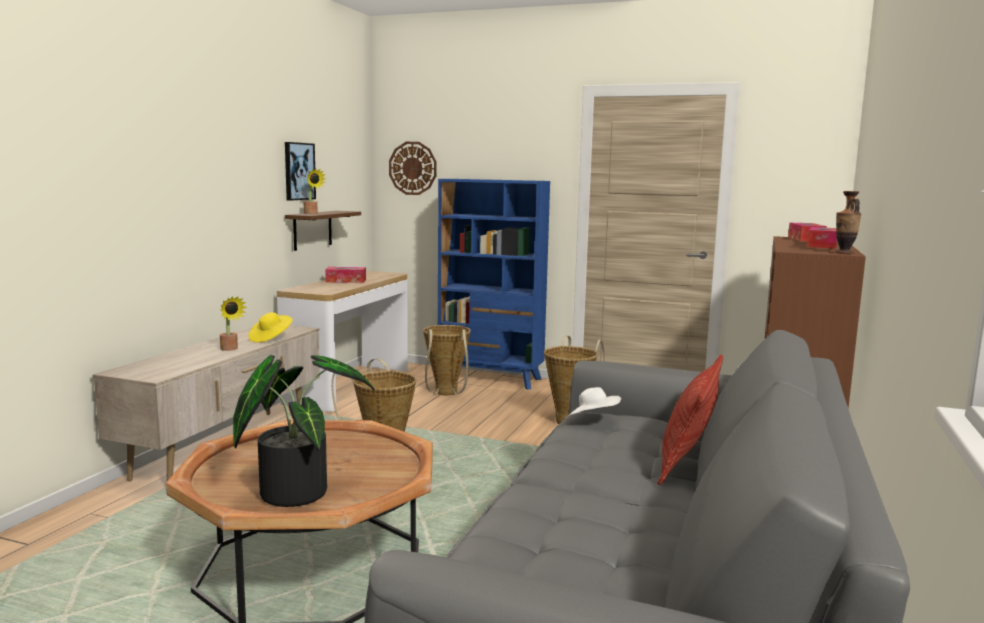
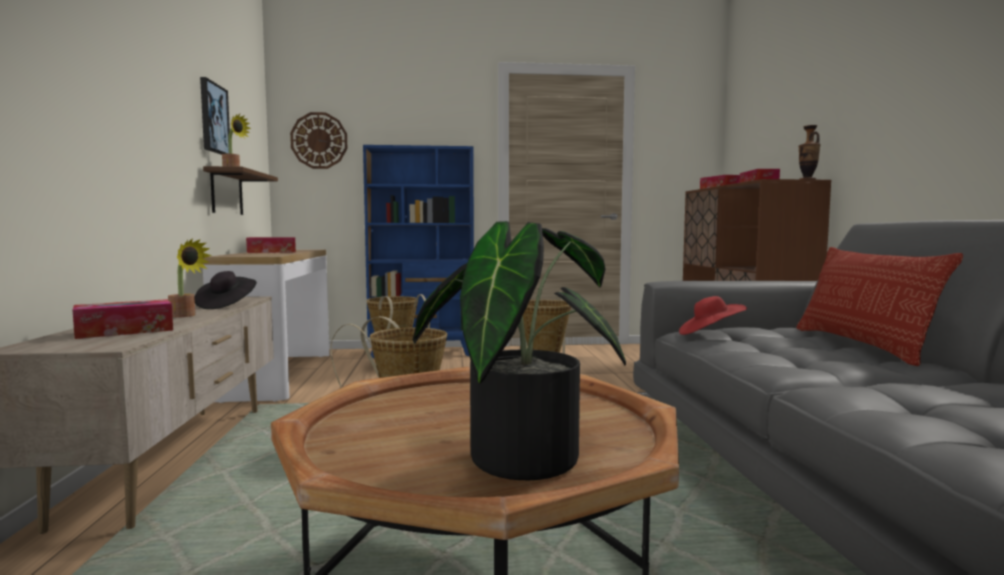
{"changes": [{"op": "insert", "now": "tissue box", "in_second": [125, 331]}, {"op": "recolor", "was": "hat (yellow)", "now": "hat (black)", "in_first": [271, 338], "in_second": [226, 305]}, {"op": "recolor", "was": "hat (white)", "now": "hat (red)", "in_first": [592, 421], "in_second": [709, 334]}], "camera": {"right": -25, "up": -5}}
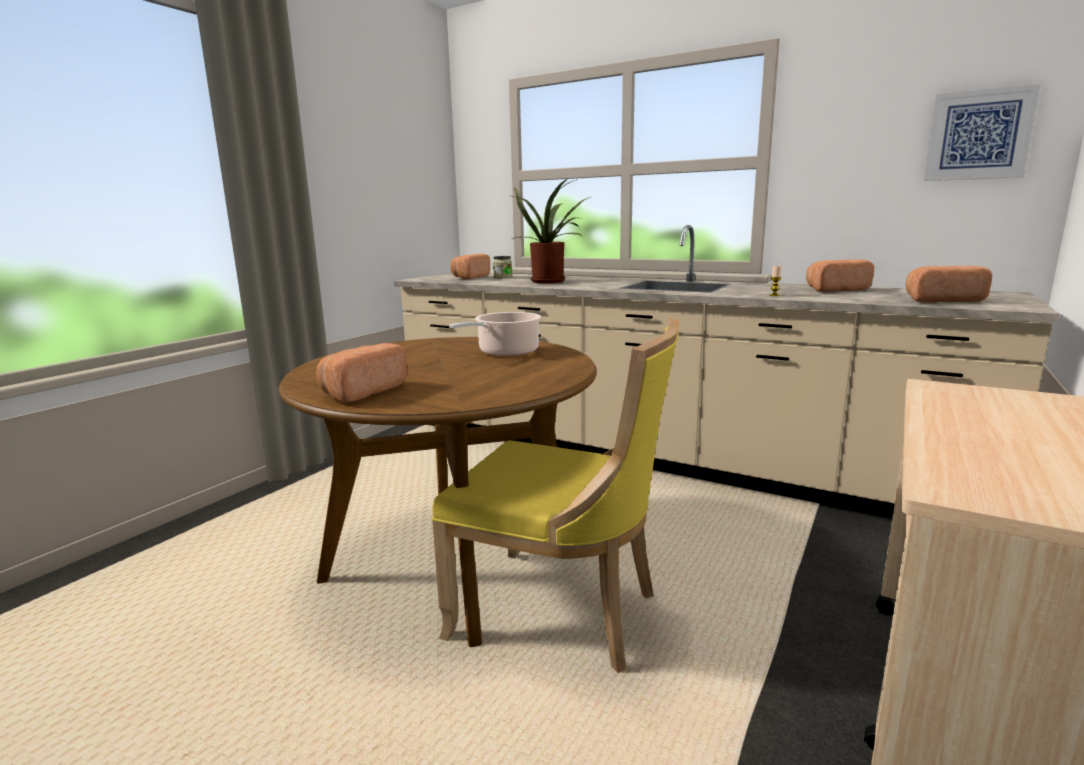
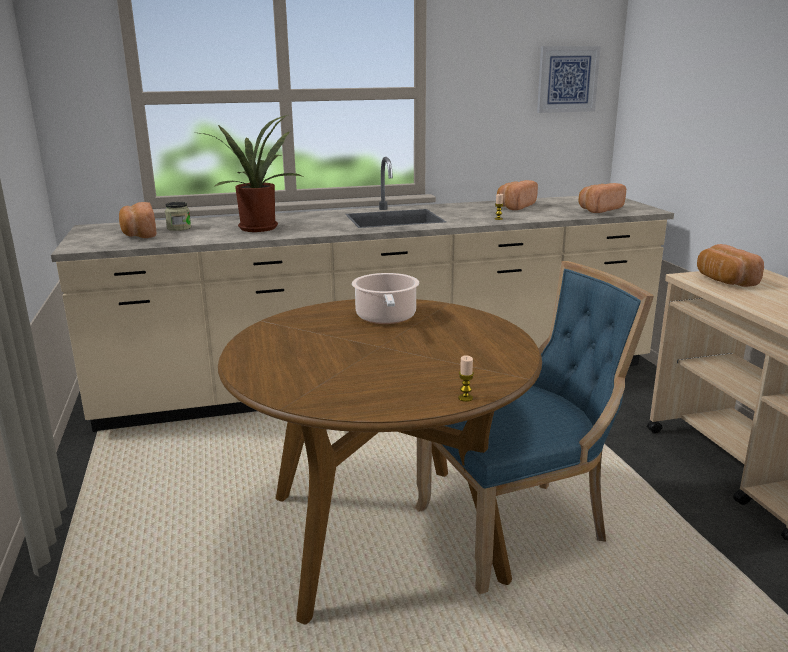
{"changes": [{"op": "insert", "now": "candle", "in_second": [465, 398]}, {"op": "move", "was": "bread", "in_first": [361, 392], "in_second": [723, 280]}, {"op": "recolor", "was": "chair (yellow)", "now": "chair (blue)", "in_first": [563, 612], "in_second": [518, 527]}], "camera": {"right": -45, "up": 5}}
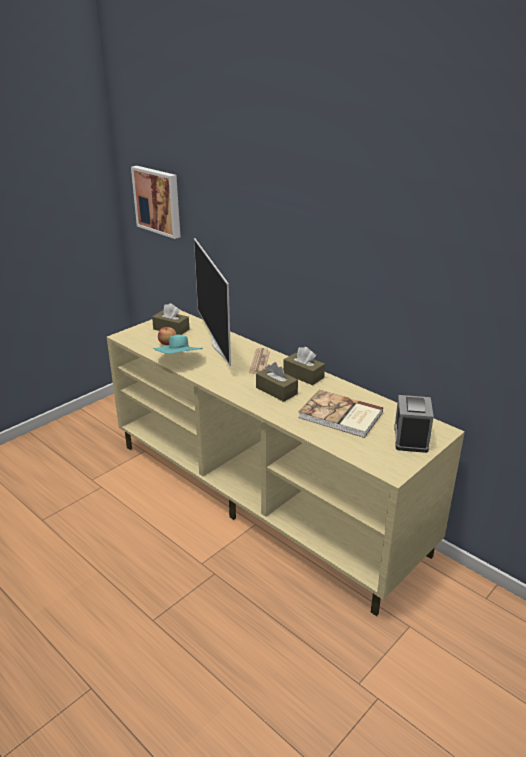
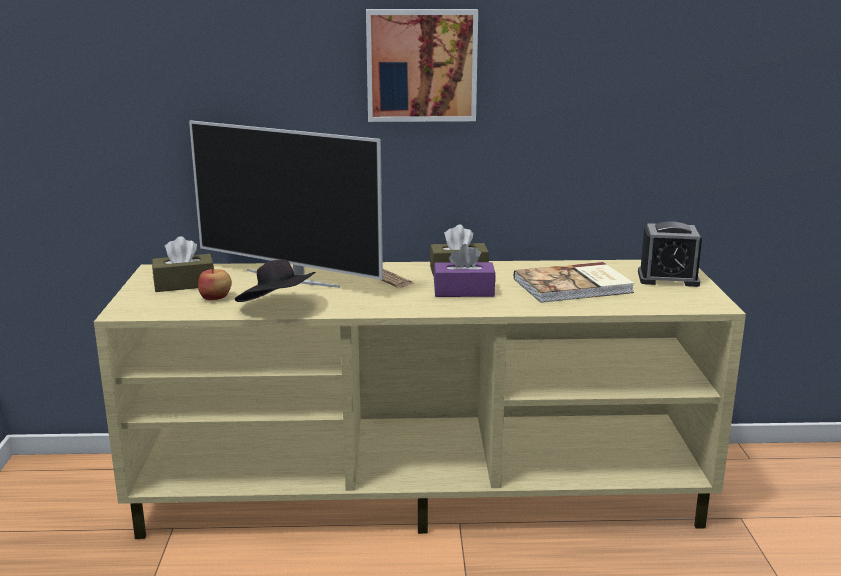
{"changes": [{"op": "move", "was": "picture", "in_first": [158, 201], "in_second": [421, 65]}, {"op": "recolor", "was": "hat (turquoise)", "now": "hat (black)", "in_first": [179, 361], "in_second": [278, 307]}, {"op": "recolor", "was": "tissue box (brown)", "now": "tissue box (purple)", "in_first": [276, 391], "in_second": [463, 291]}, {"op": "rotate", "was": "alarm clock", "in_first": [410, 438], "in_second": [668, 278], "clockwise": -45}], "camera": {"right": -45, "up": -10}}
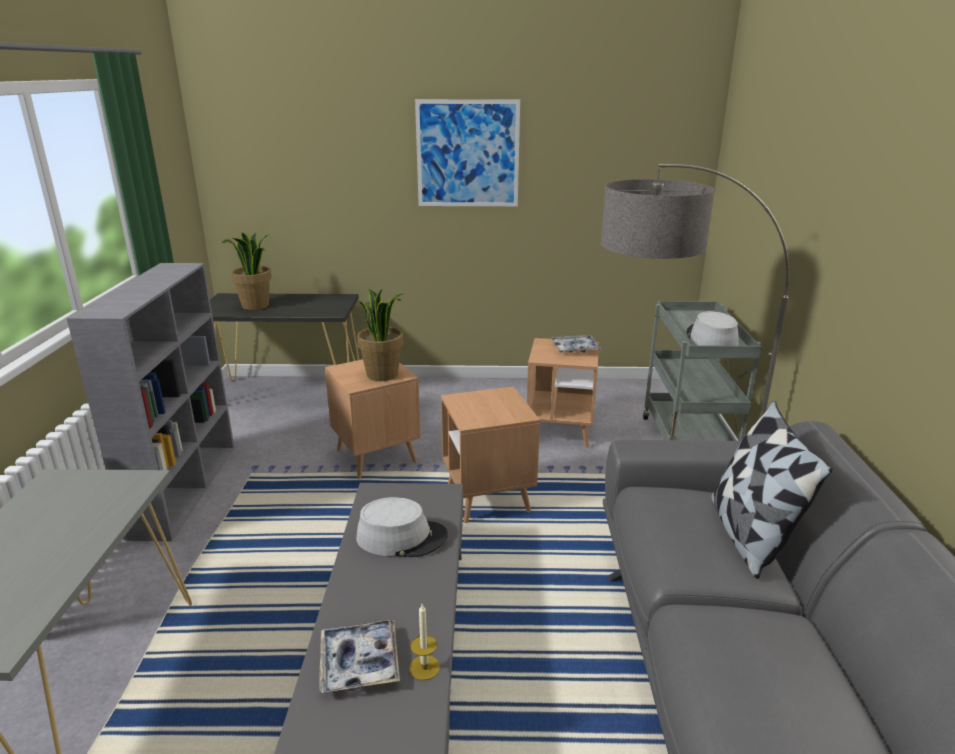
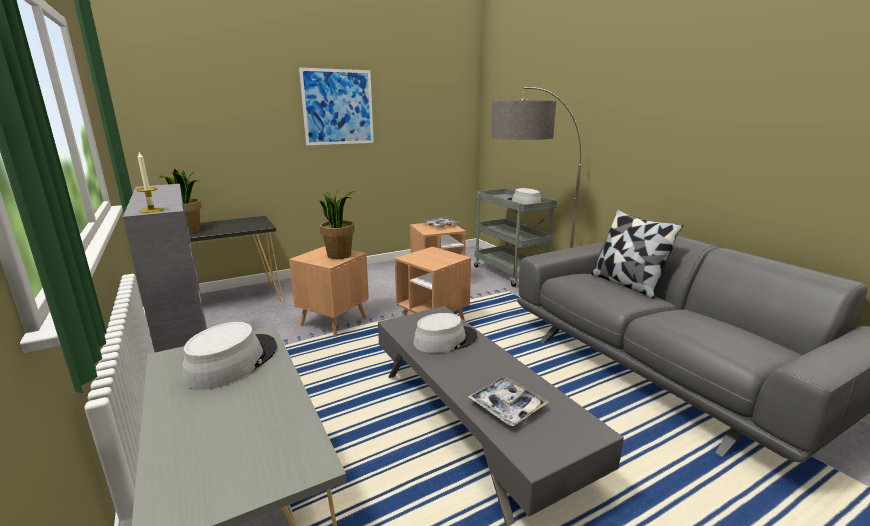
{"changes": [{"op": "insert", "now": "hat (grey)", "in_second": [232, 362]}, {"op": "move", "was": "candle", "in_first": [424, 667], "in_second": [151, 210]}], "camera": {"right": -30, "up": -5}}
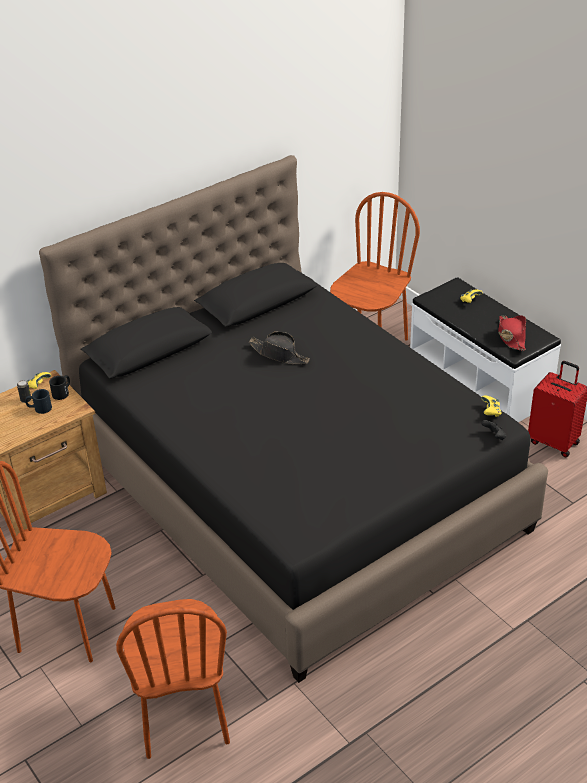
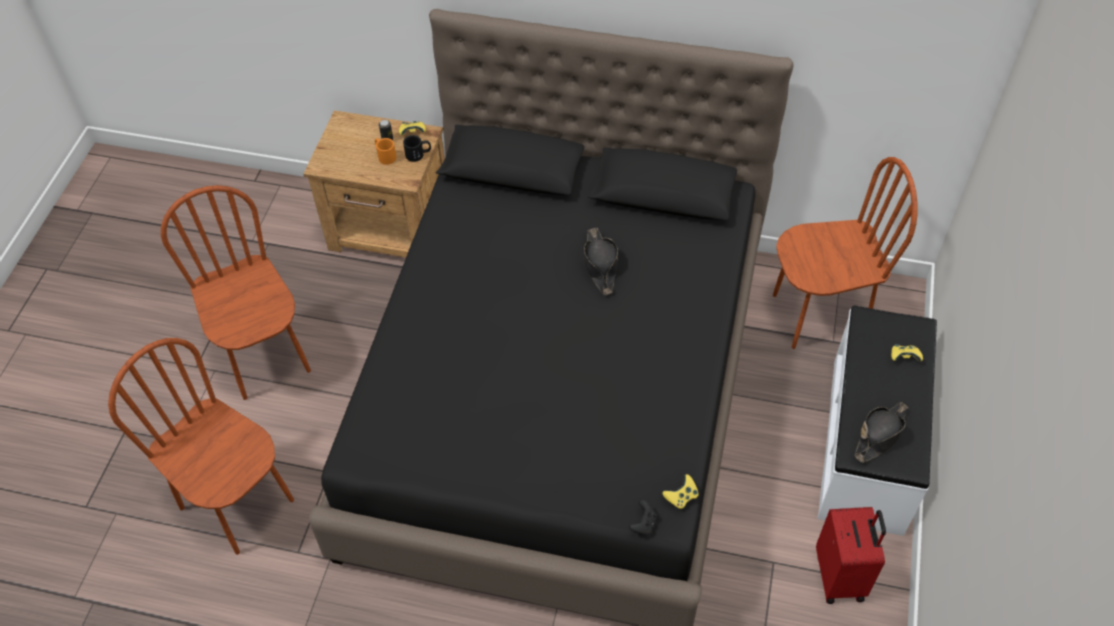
{"changes": [{"op": "recolor", "was": "mug (black)", "now": "mug (orange)", "in_first": [39, 408], "in_second": [385, 155]}, {"op": "recolor", "was": "hat (red)", "now": "hat (black)", "in_first": [511, 336], "in_second": [880, 434]}, {"op": "rotate", "was": "chair (brown)", "in_first": [183, 715], "in_second": [238, 503], "clockwise": 90}], "camera": {"right": 50, "up": 15}}
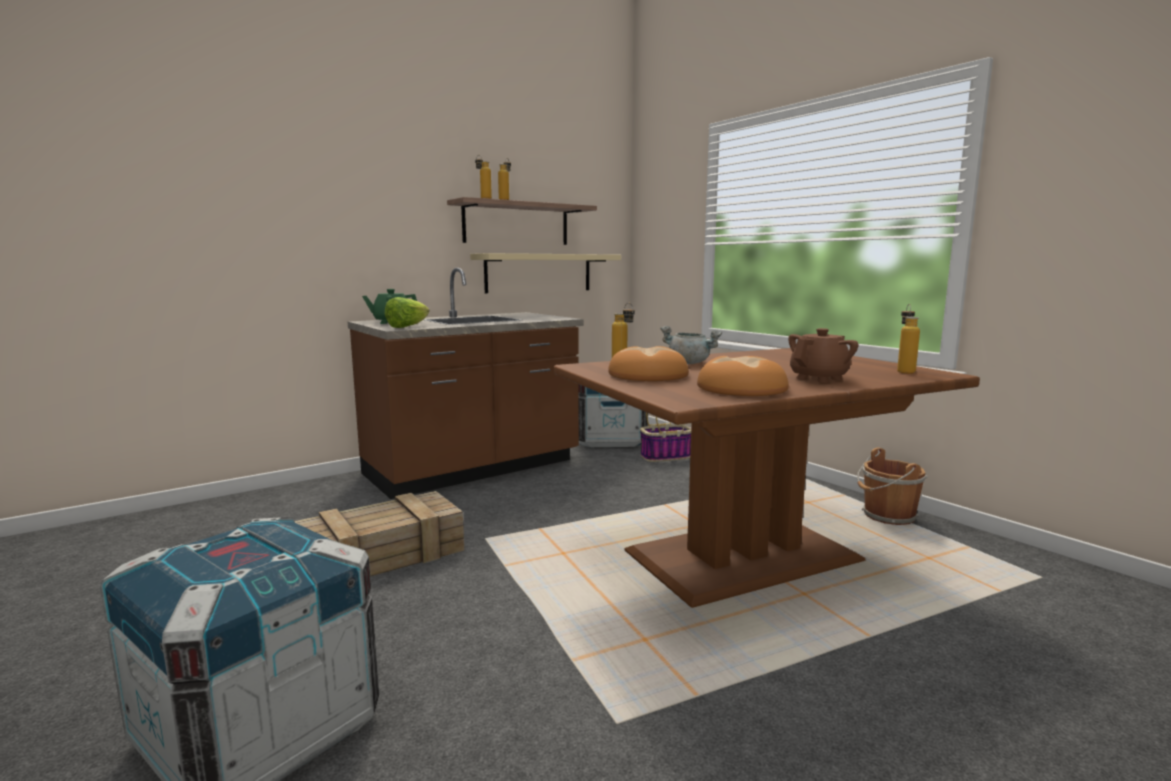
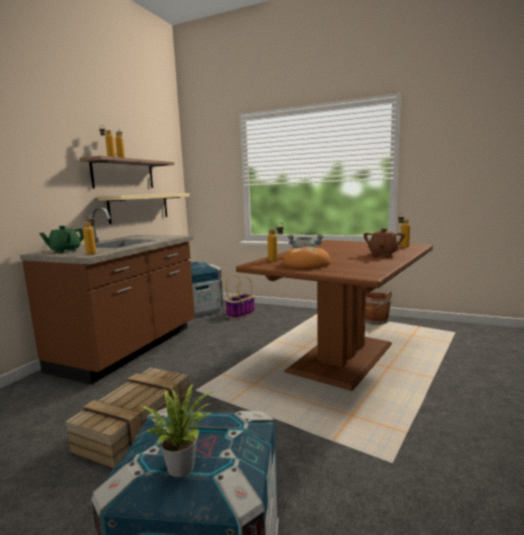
{"changes": [{"op": "delete", "was": "bread", "in_first": [741, 389]}, {"op": "insert", "now": "potted plant", "in_second": [183, 465]}, {"op": "replace", "was": "lettuce", "now": "bottle", "in_first": [407, 327], "in_second": [93, 253]}], "camera": {"right": -30, "up": 0}}
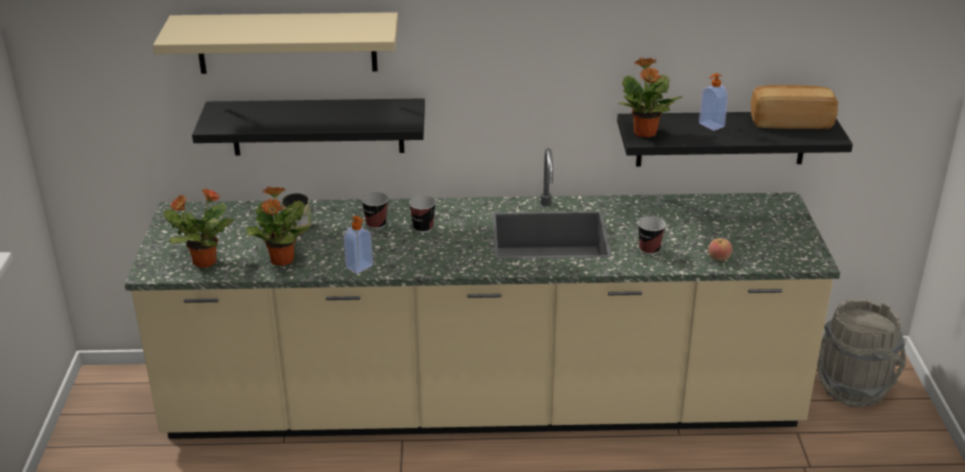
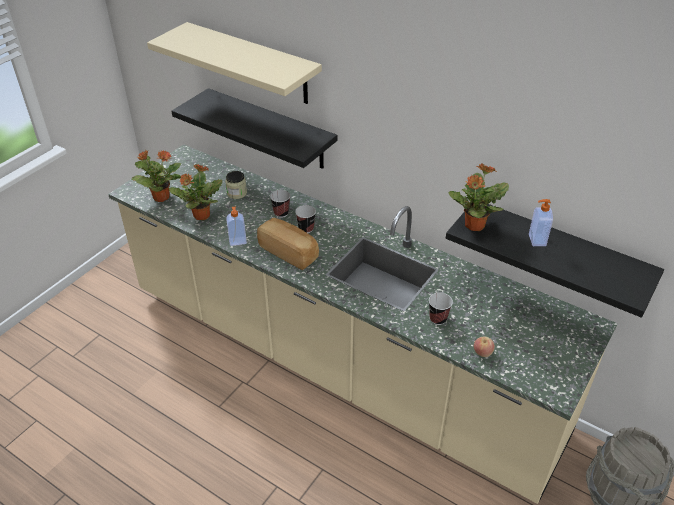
{"changes": [{"op": "move", "was": "bread", "in_first": [790, 122], "in_second": [289, 252]}], "camera": {"right": 35, "up": 10}}
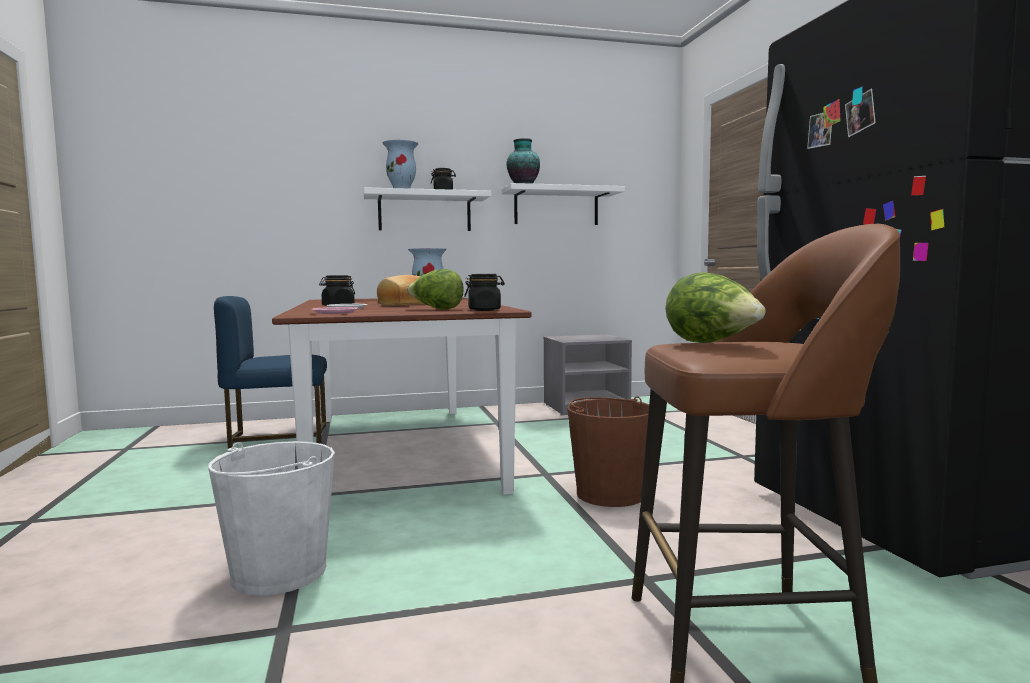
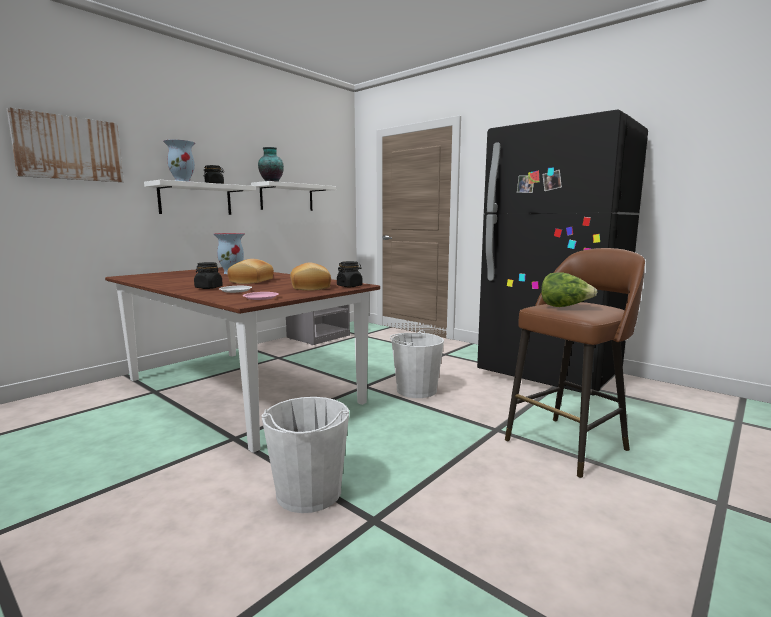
{"changes": [{"op": "delete", "was": "chair (blue)", "in_first": [279, 438]}, {"op": "insert", "now": "picture", "in_second": [69, 148]}, {"op": "replace", "was": "lettuce", "now": "bread", "in_first": [436, 309], "in_second": [311, 287]}, {"op": "recolor", "was": "bucket (brown)", "now": "bucket (white)", "in_first": [610, 494], "in_second": [416, 390]}], "camera": {"right": -35, "up": 5}}
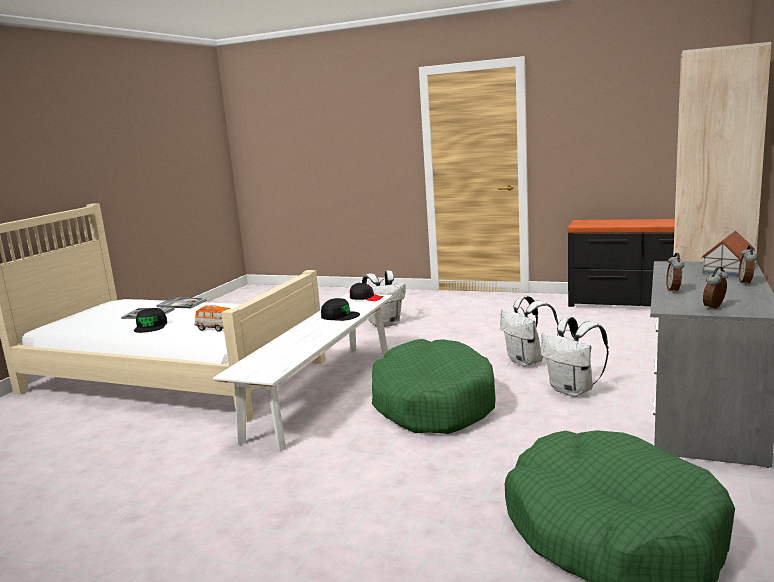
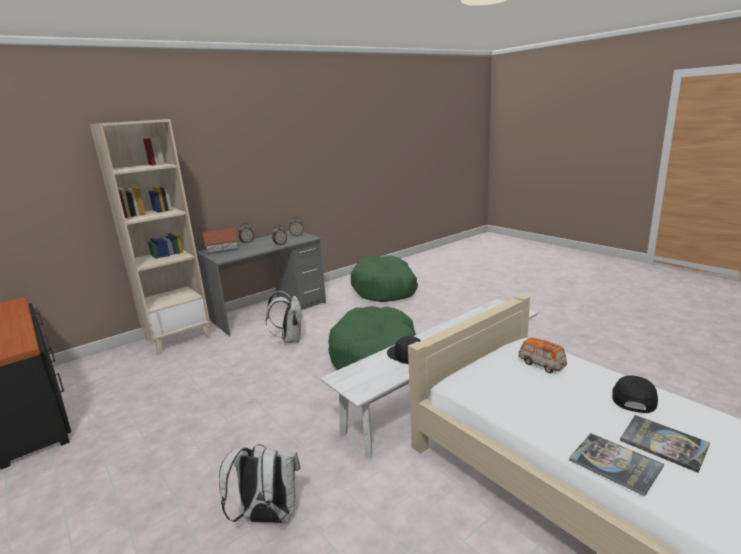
{"changes": [{"op": "delete", "was": "cap (black)", "in_first": [366, 298]}, {"op": "delete", "was": "backpack (white)", "in_first": [527, 362]}], "camera": {"right": -150, "up": 5}}
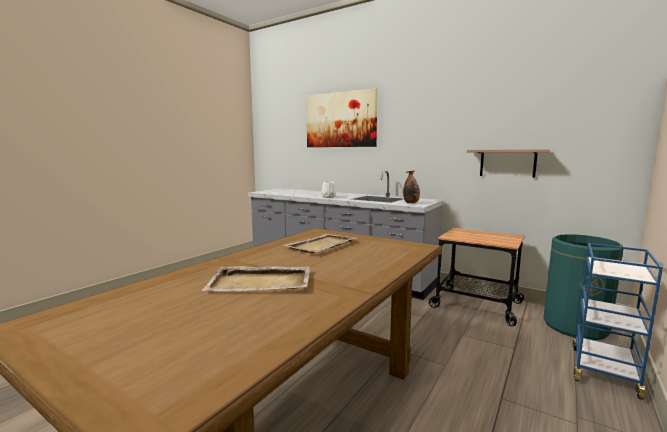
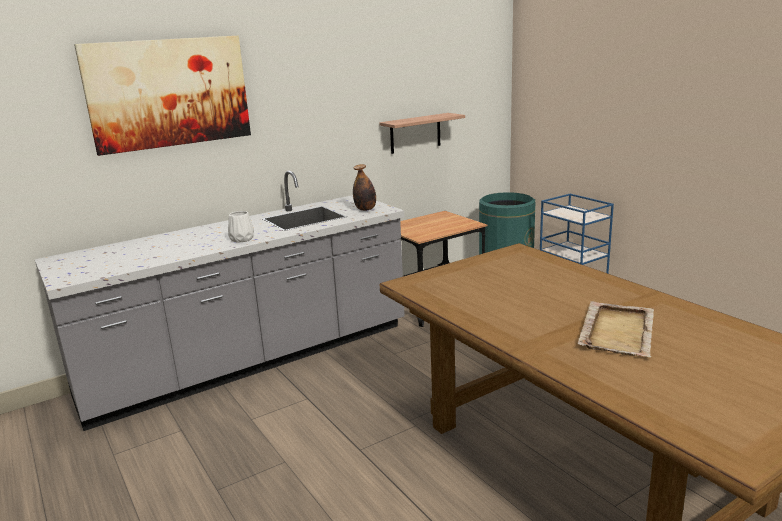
{"changes": [{"op": "delete", "was": "tray (beige)", "in_first": [321, 245]}], "camera": {"right": -65, "up": 10}}
